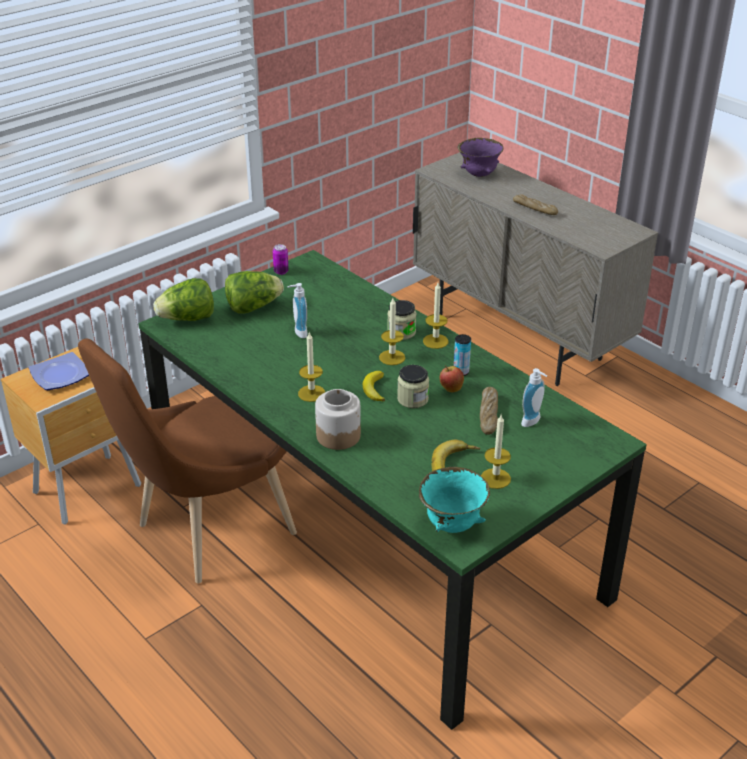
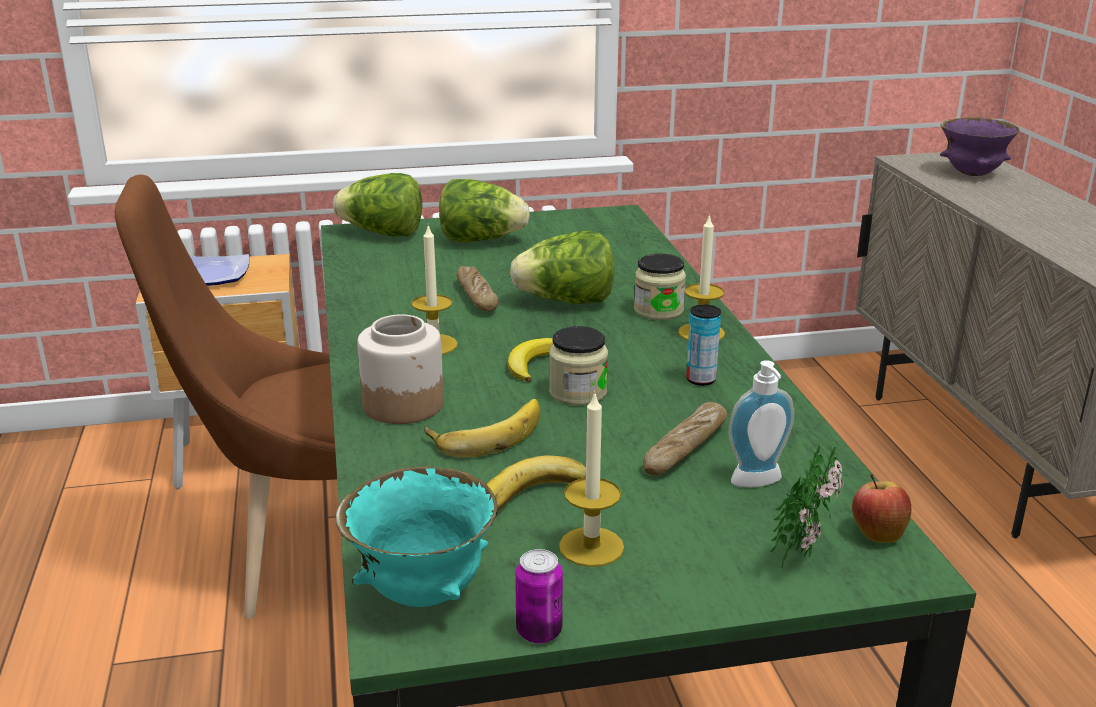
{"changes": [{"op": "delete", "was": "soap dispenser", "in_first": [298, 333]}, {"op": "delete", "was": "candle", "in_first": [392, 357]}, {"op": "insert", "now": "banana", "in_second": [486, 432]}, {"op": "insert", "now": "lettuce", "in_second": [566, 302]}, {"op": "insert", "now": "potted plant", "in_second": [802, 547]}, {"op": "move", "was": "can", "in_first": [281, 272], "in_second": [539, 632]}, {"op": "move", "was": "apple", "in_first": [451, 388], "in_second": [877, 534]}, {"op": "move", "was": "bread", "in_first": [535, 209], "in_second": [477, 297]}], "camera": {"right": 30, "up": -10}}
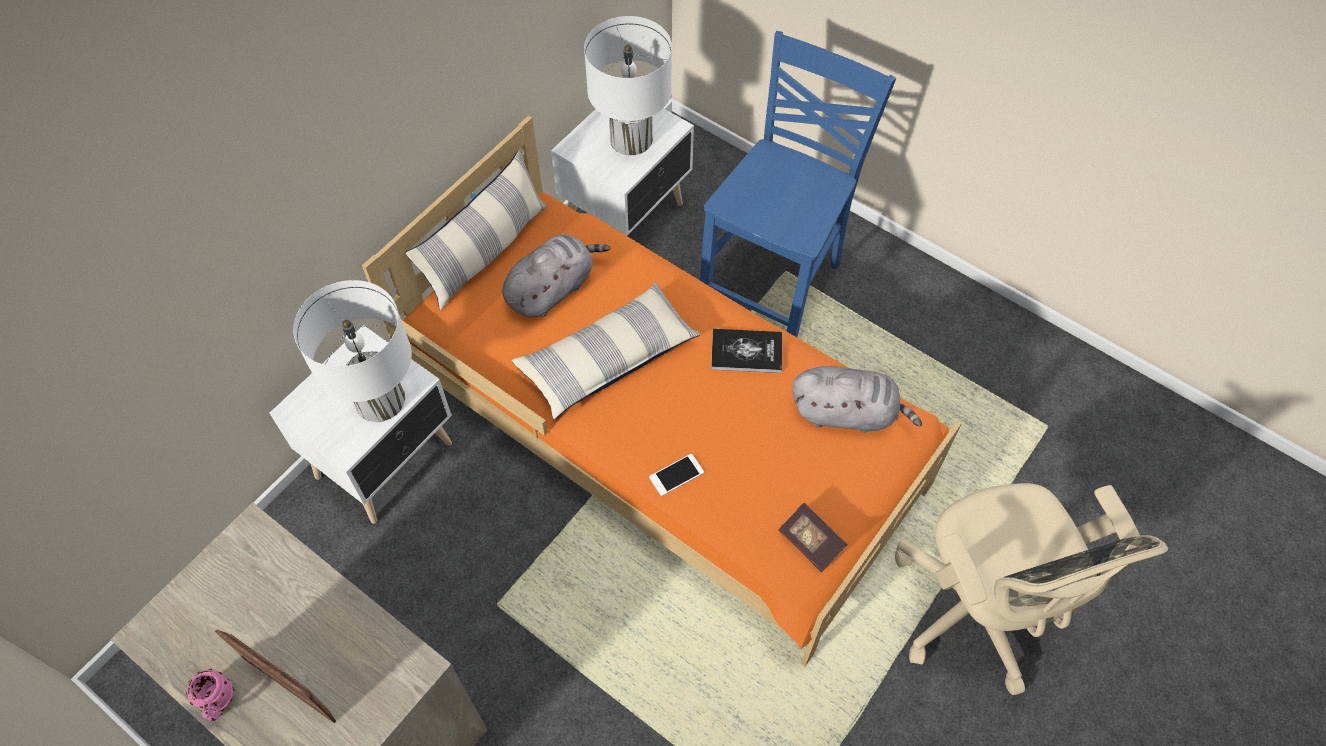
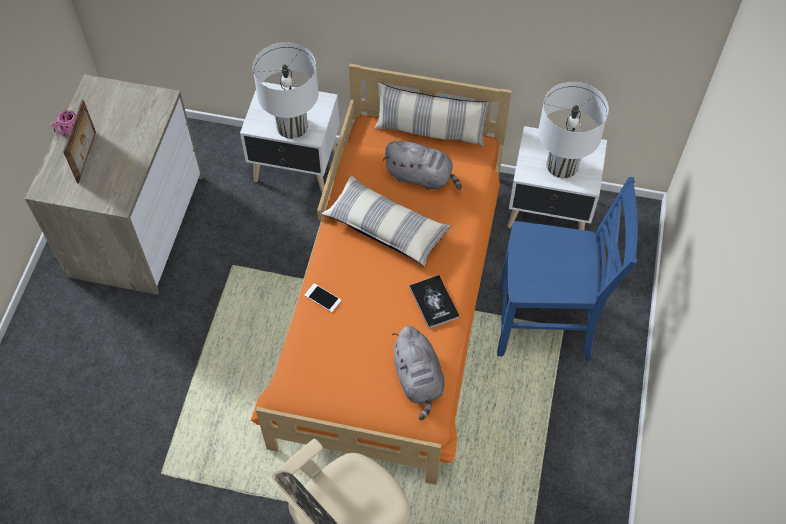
{"changes": [{"op": "delete", "was": "book", "in_first": [811, 542]}], "camera": {"right": 65, "up": 0}}
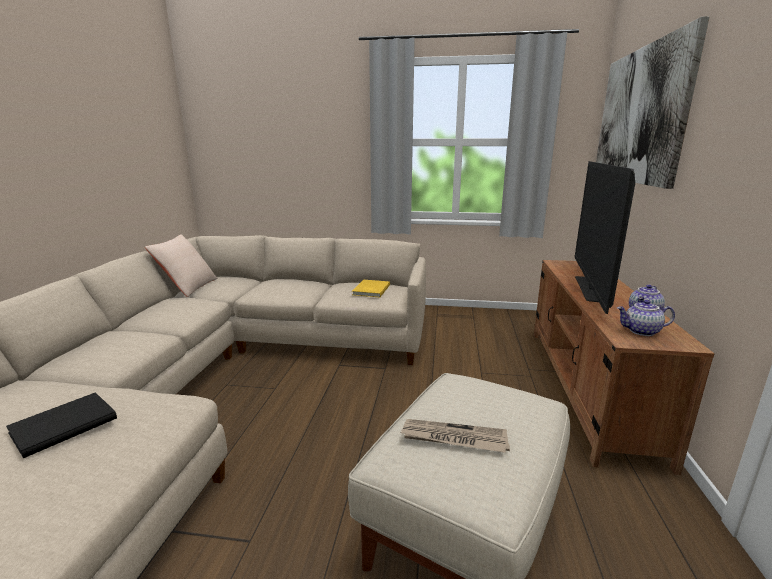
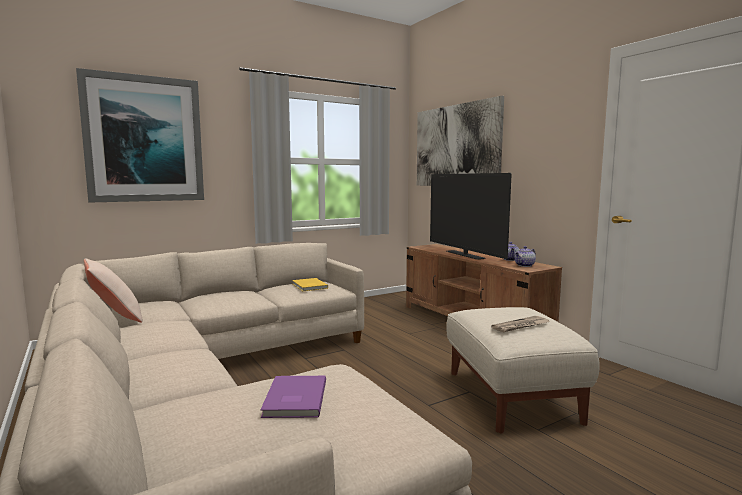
{"changes": [{"op": "insert", "now": "picture", "in_second": [144, 139]}, {"op": "recolor", "was": "book (black)", "now": "book (purple)", "in_first": [61, 425], "in_second": [293, 399]}], "camera": {"right": -40, "up": -10}}
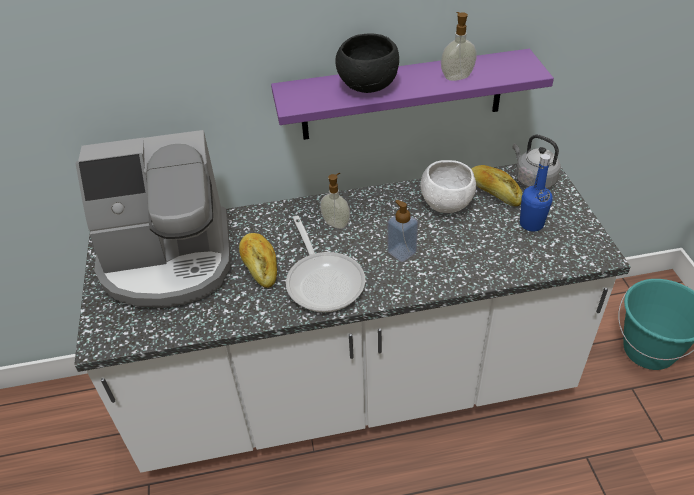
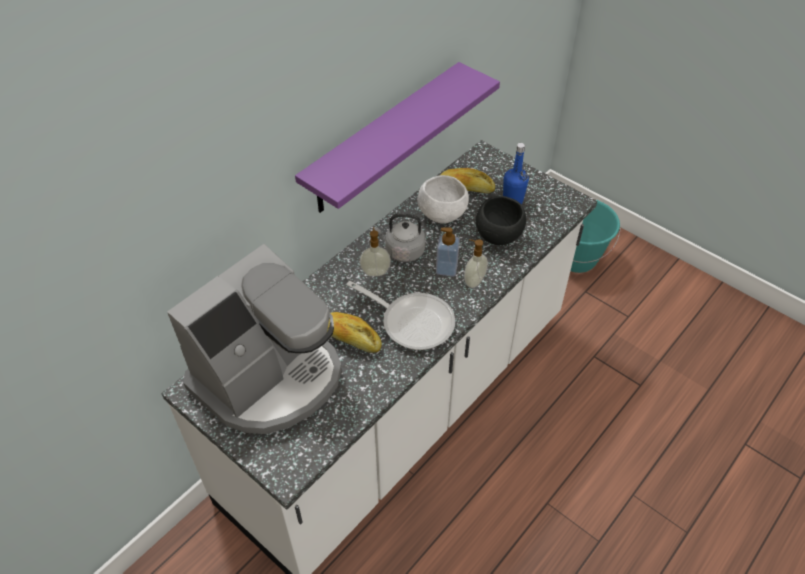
{"changes": [{"op": "move", "was": "bowl (black)", "in_first": [369, 86], "in_second": [498, 235]}, {"op": "move", "was": "soap dispenser", "in_first": [456, 77], "in_second": [473, 281]}, {"op": "move", "was": "kettle (grey)", "in_first": [533, 180], "in_second": [402, 251]}], "camera": {"right": -40, "up": 5}}
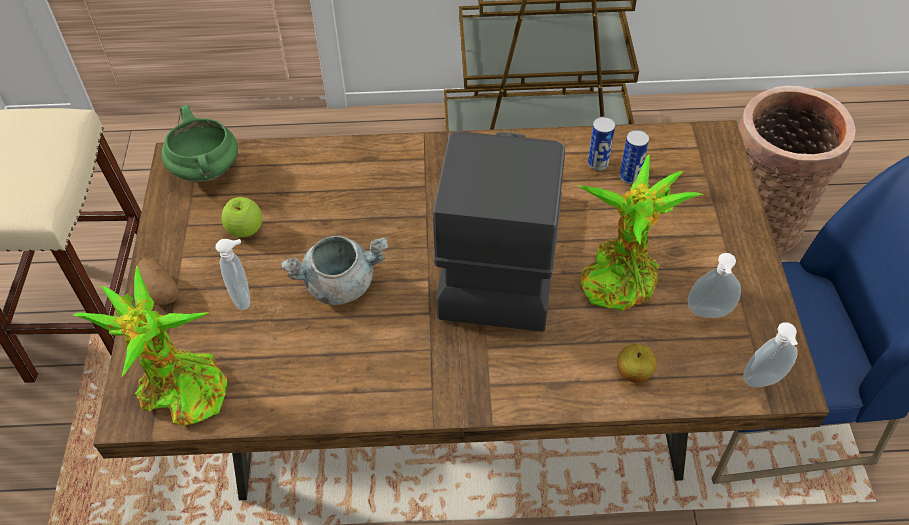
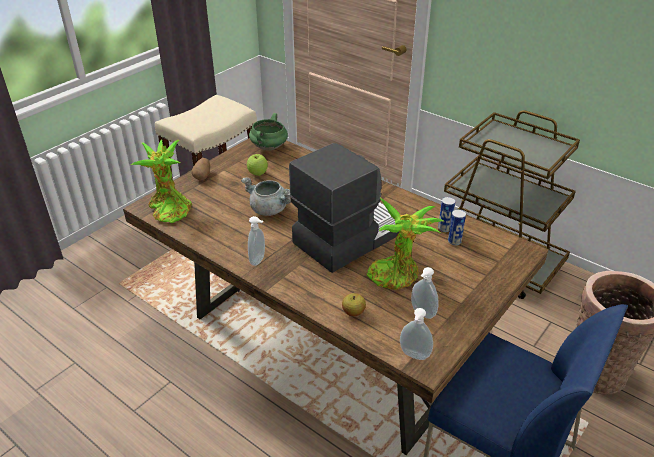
{"changes": [{"op": "move", "was": "soap dispenser", "in_first": [243, 297], "in_second": [258, 260]}], "camera": {"right": 40, "up": -15}}
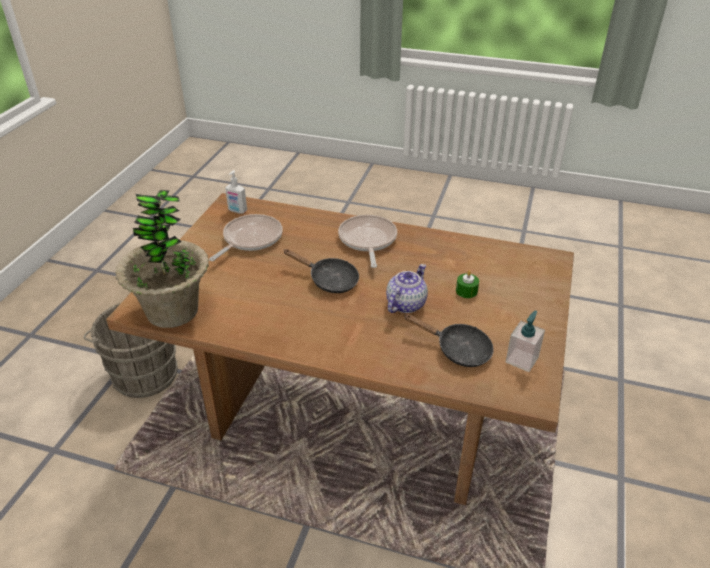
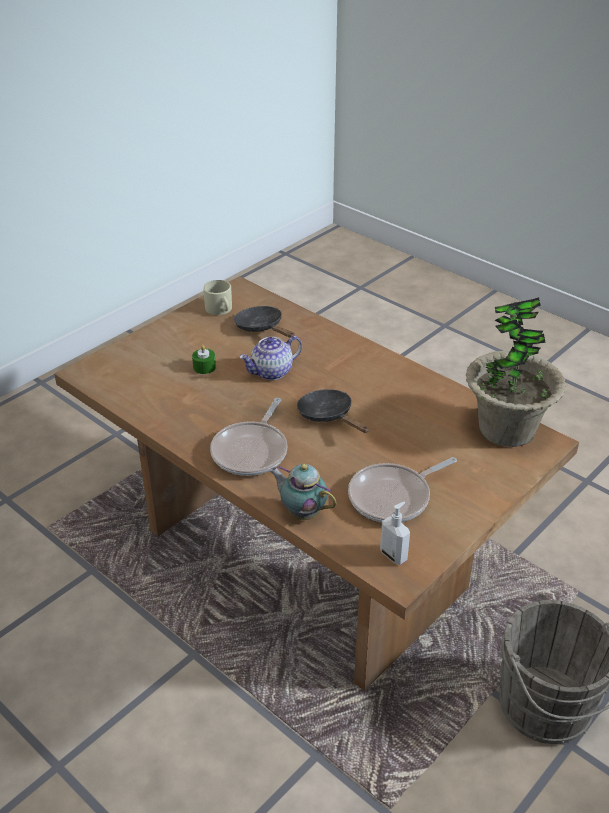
{"changes": [{"op": "insert", "now": "teapot", "in_second": [302, 512]}, {"op": "replace", "was": "soap dispenser", "now": "mug (beige)", "in_first": [522, 359], "in_second": [220, 309]}], "camera": {"right": -155, "up": 0}}
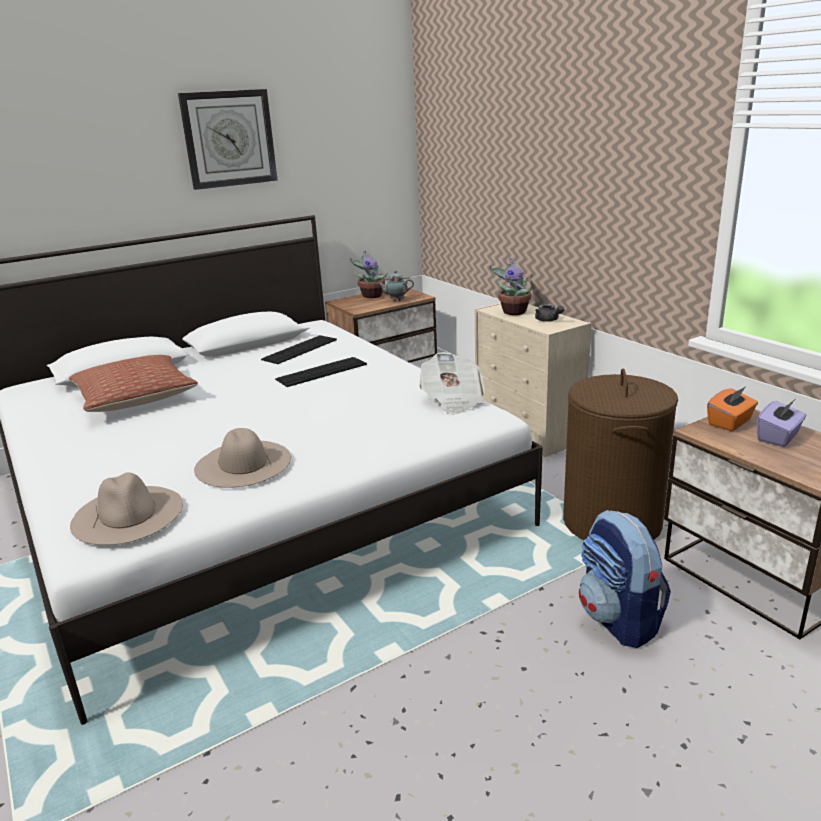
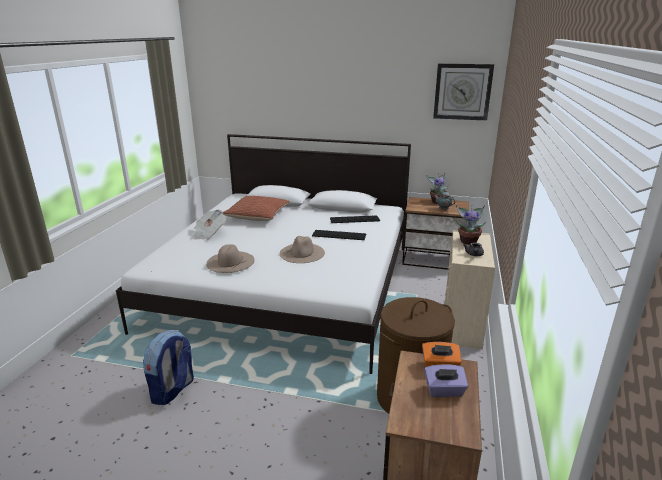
{"changes": [{"op": "move", "was": "hat (beige)", "in_first": [128, 514], "in_second": [302, 253]}, {"op": "move", "was": "wall clock", "in_first": [229, 139], "in_second": [462, 91]}, {"op": "move", "was": "newspaper", "in_first": [452, 400], "in_second": [208, 234]}, {"op": "move", "was": "backpack", "in_first": [619, 620], "in_second": [173, 391]}], "camera": {"right": 45, "up": 0}}
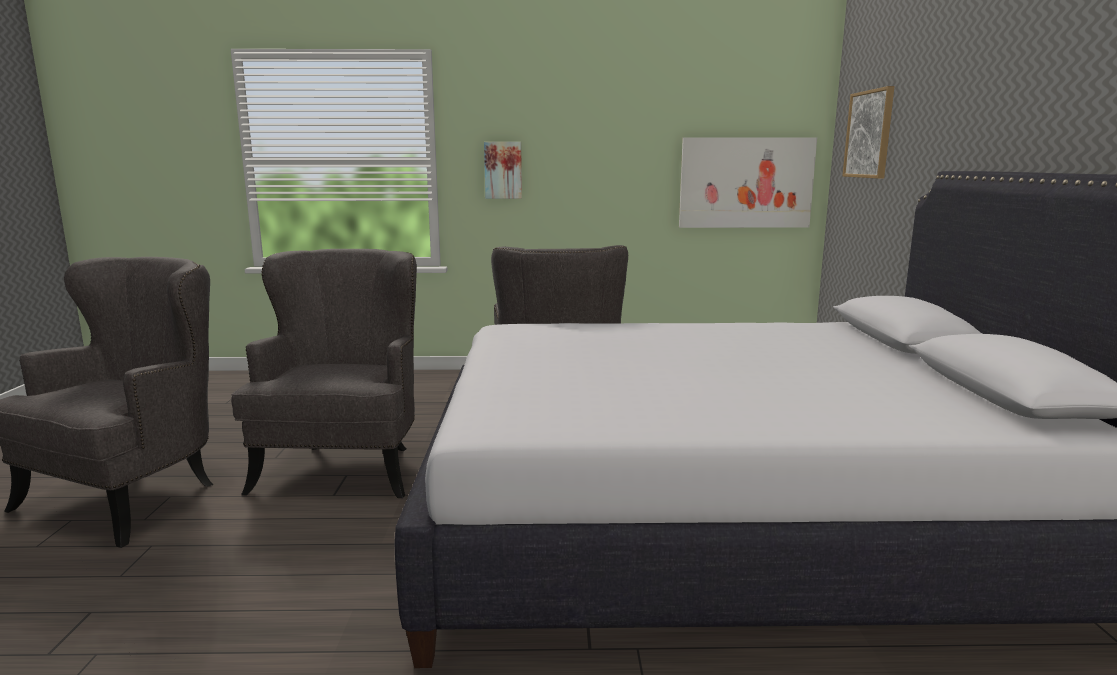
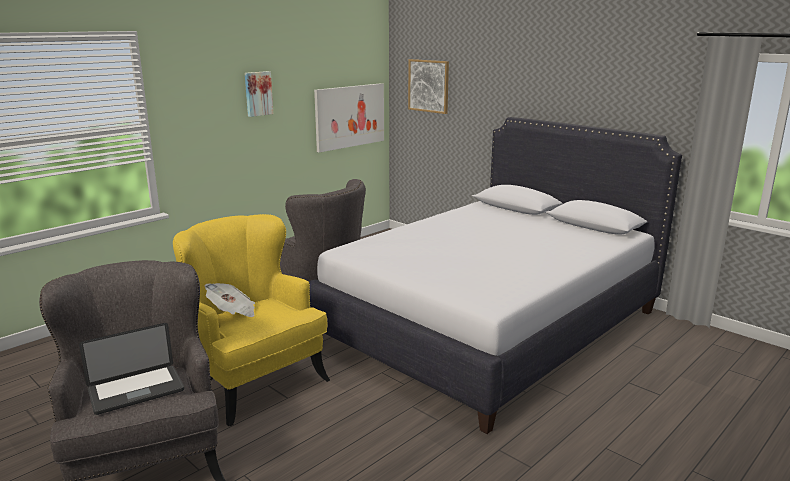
{"changes": [{"op": "insert", "now": "laptop", "in_second": [136, 390]}, {"op": "insert", "now": "newspaper", "in_second": [232, 312]}, {"op": "move", "was": "picture", "in_first": [503, 170], "in_second": [258, 93]}, {"op": "recolor", "was": "armchair (grey)", "now": "armchair (yellow)", "in_first": [345, 466], "in_second": [255, 381]}], "camera": {"right": -45, "up": 5}}
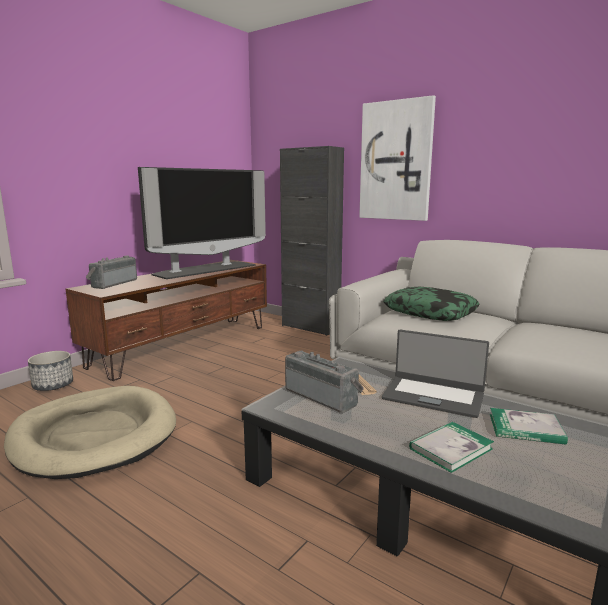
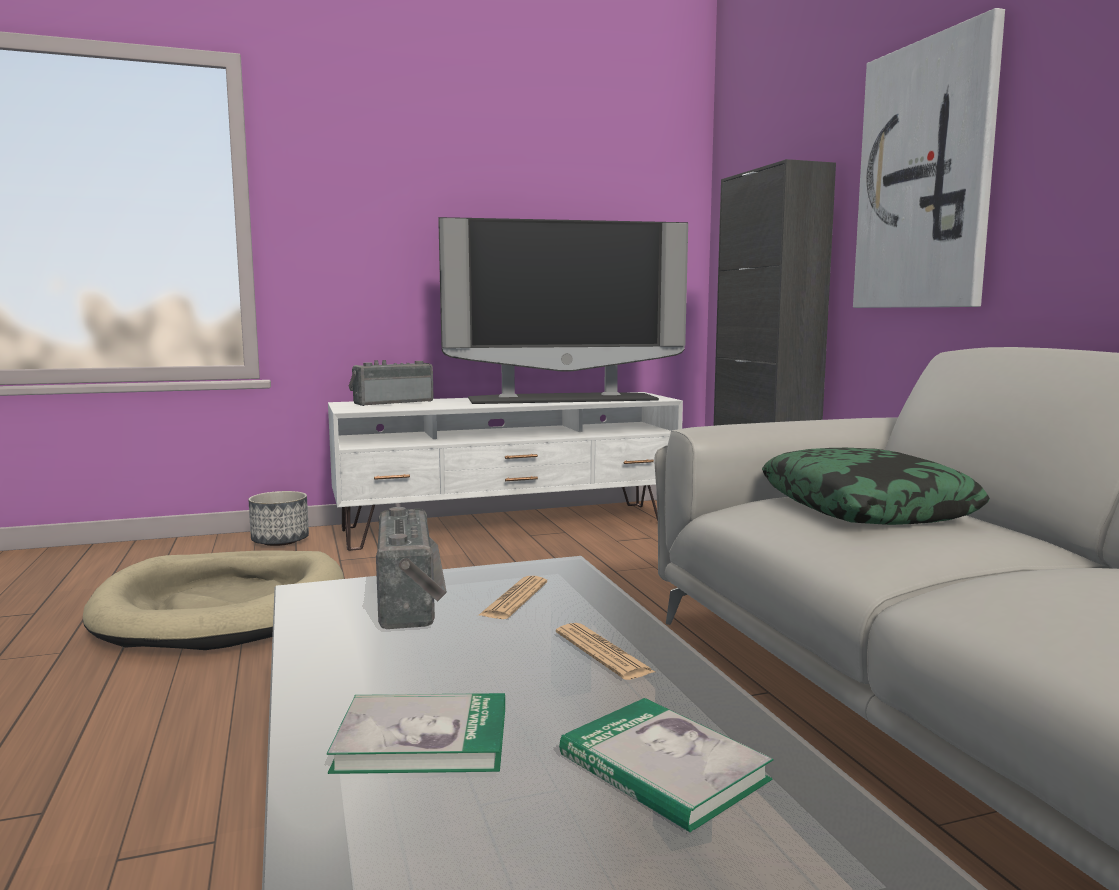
{"changes": [{"op": "replace", "was": "laptop", "now": "newspaper", "in_first": [433, 396], "in_second": [603, 652]}, {"op": "recolor", "was": "tv stand (brown)", "now": "tv stand (white)", "in_first": [184, 345], "in_second": [509, 525]}], "camera": {"right": 35, "up": -5}}
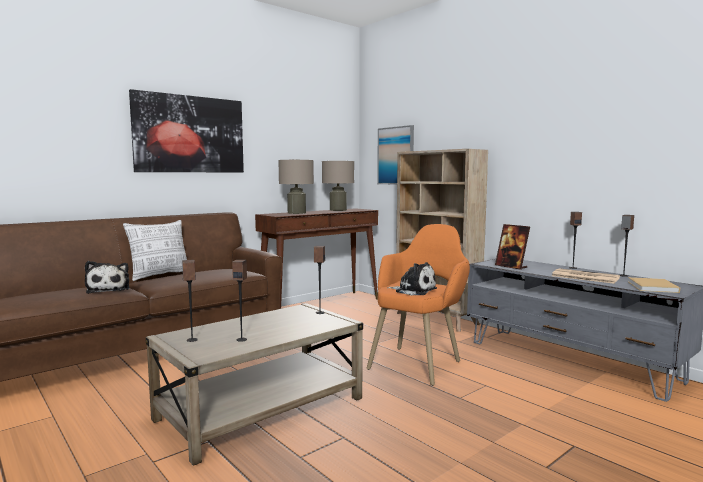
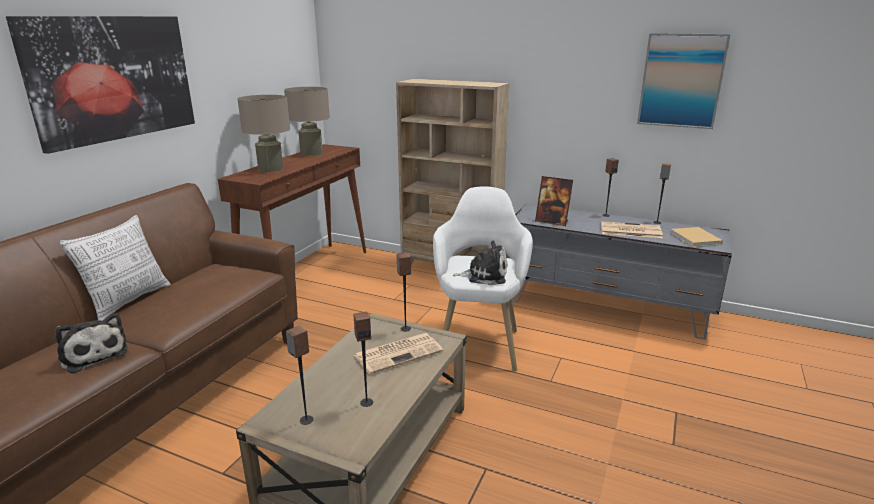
{"changes": [{"op": "insert", "now": "newspaper", "in_second": [399, 353]}, {"op": "move", "was": "picture", "in_first": [396, 156], "in_second": [681, 81]}, {"op": "recolor", "was": "armchair (orange)", "now": "armchair (white)", "in_first": [419, 361], "in_second": [479, 340]}], "camera": {"right": -25, "up": 15}}
